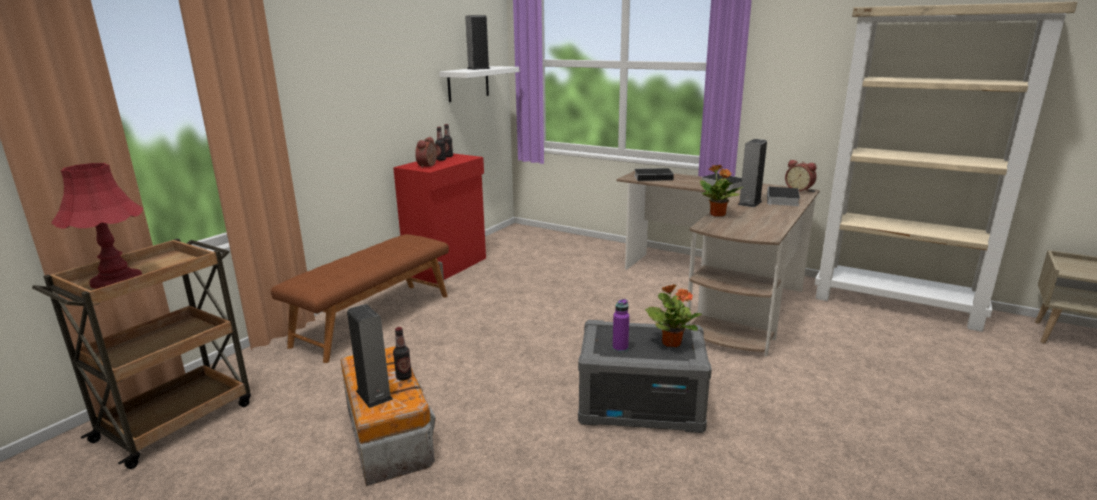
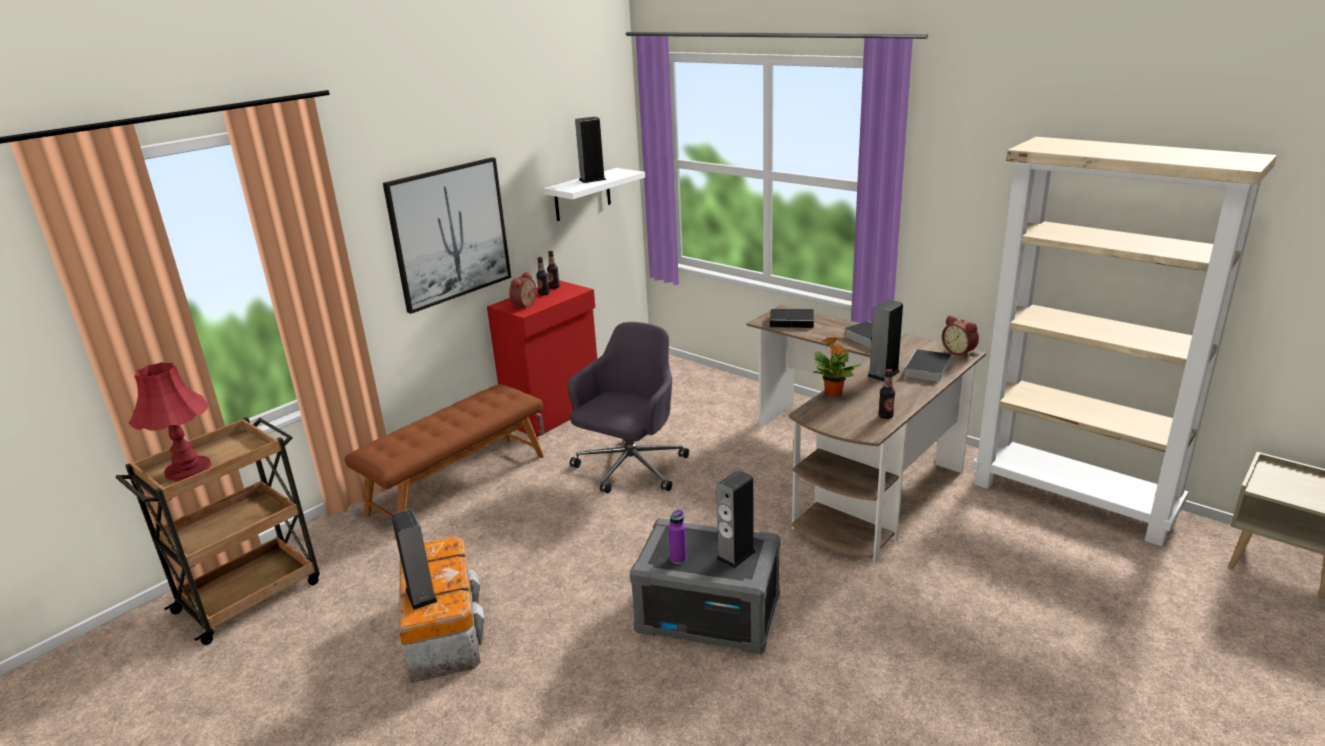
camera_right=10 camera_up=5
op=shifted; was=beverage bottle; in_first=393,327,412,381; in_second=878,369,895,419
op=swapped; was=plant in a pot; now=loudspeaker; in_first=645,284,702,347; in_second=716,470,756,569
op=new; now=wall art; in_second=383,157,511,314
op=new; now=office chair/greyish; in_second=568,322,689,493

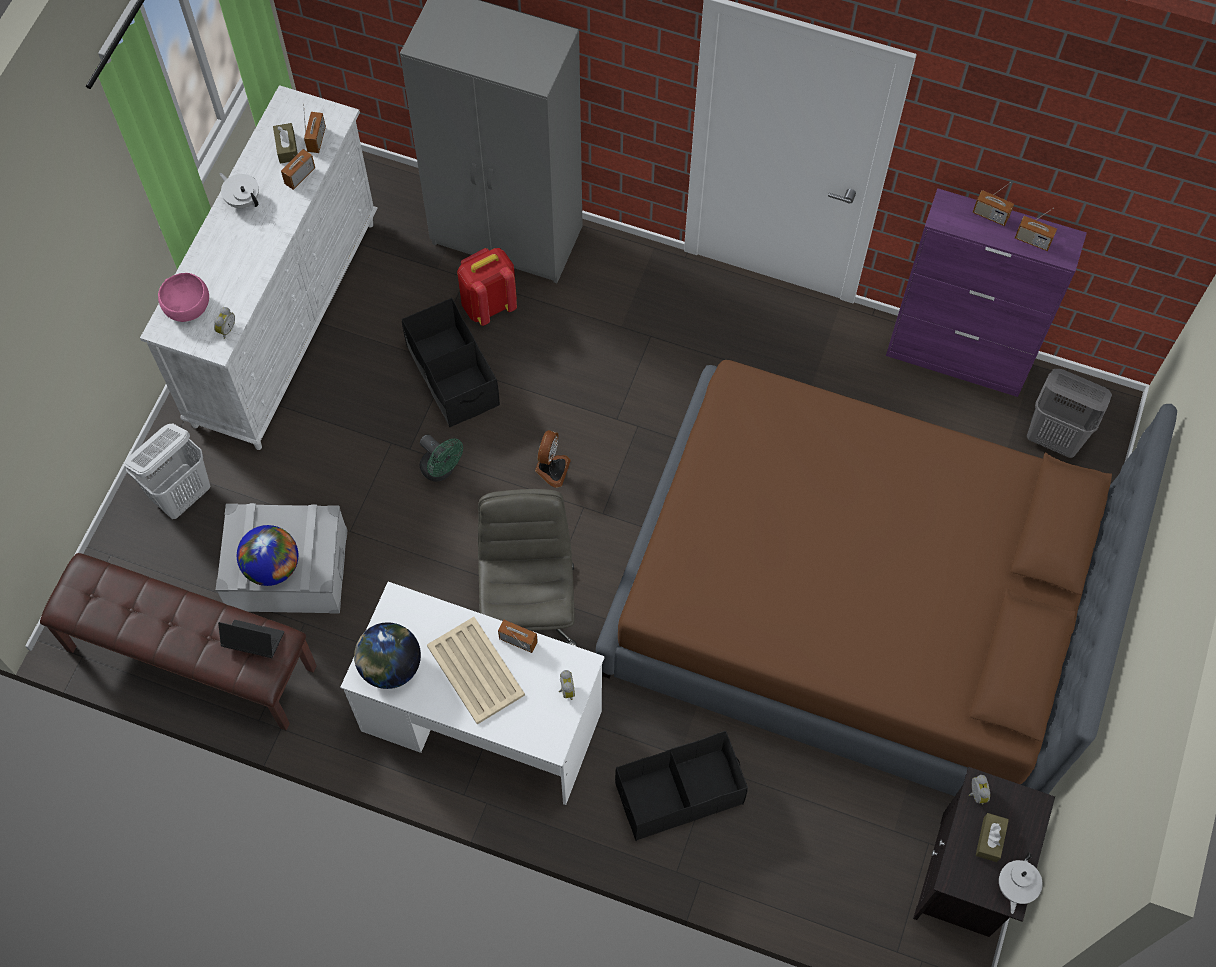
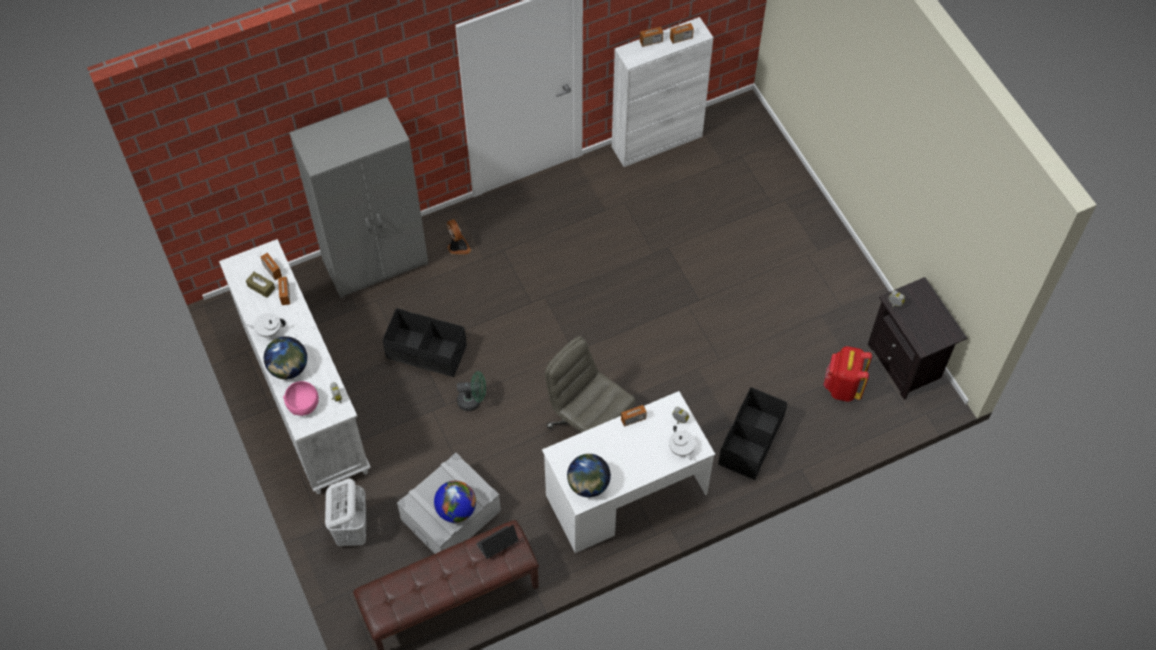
camera_right=-45 camera_up=-5
op=gone; was=tray/beige; in_first=427,617,525,724
op=shifted; was=backpack/red-coloured; in_first=457,248,517,326; in_second=824,346,872,402
op=shifted; was=fan; in_first=535,430,571,488; in_second=447,219,471,254
op=gone; was=bed/brownish; in_first=596,360,1177,796
op=repainted; was=cabinet/purple-coloured; now=cabinet/white-coloured; in_first=886,188,1087,397; in_second=612,17,713,167
op=gone; was=box of tissues/brownish; in_first=976,813,1009,862
op=shifted; was=tea pot/white-coloured; in_first=999,852,1043,914; in_second=669,426,696,460
op=gone; was=washing basket/greyish; in_first=1027,369,1112,458
op=new; now=world globe; in_second=264,336,307,379

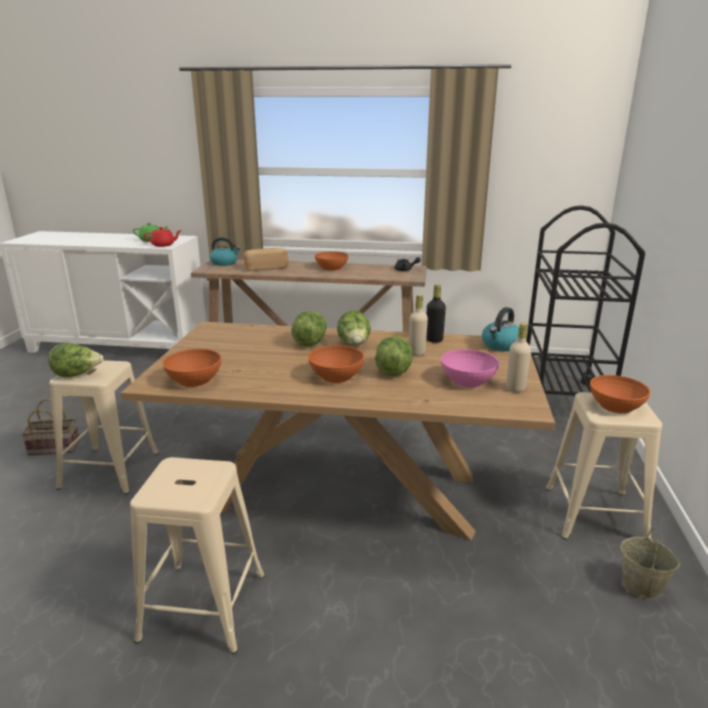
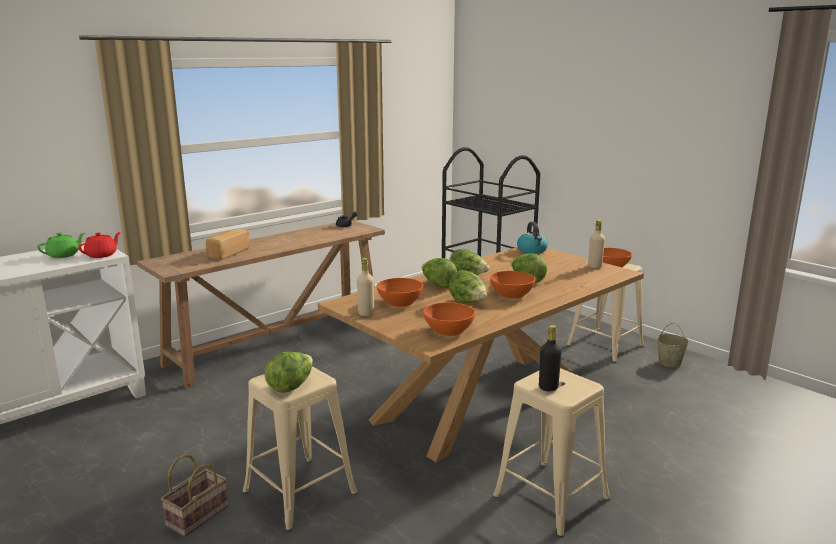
camera_right=-50 camera_up=-5
op=gone; was=tea kettle; in_first=210,237,240,266
op=shifted; was=bowl/orange-coloured; in_first=315,251,349,271; in_second=377,278,423,307
op=shifted; was=beverage bottle/beige; in_first=409,295,428,356; in_second=357,258,374,316
op=shifted; was=beverage bottle/black-coloured; in_first=426,284,446,343; in_second=539,325,562,391
op=gone; was=bowl/pinkish; in_first=441,349,499,388
op=new; now=lettuce head; in_second=449,270,487,303

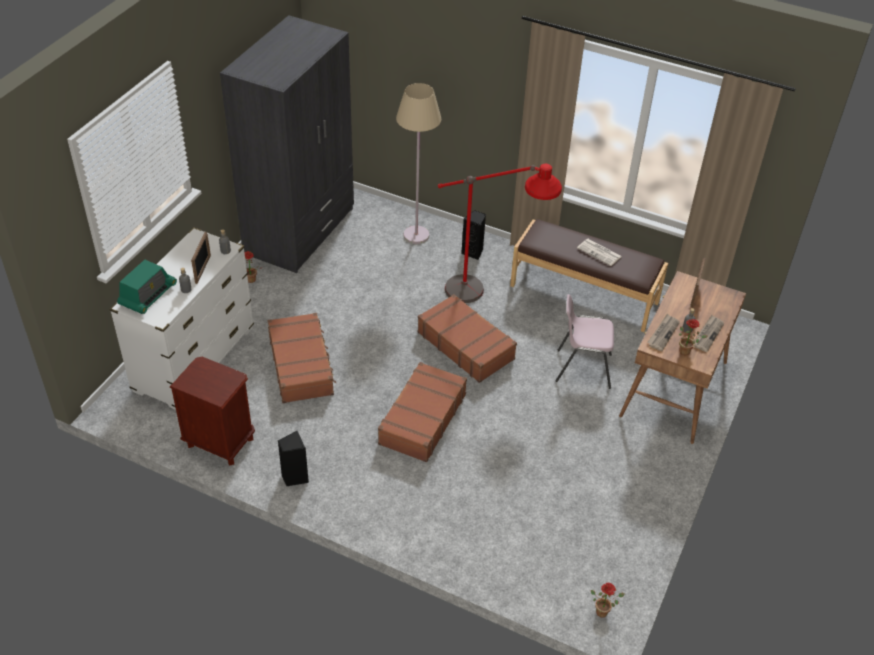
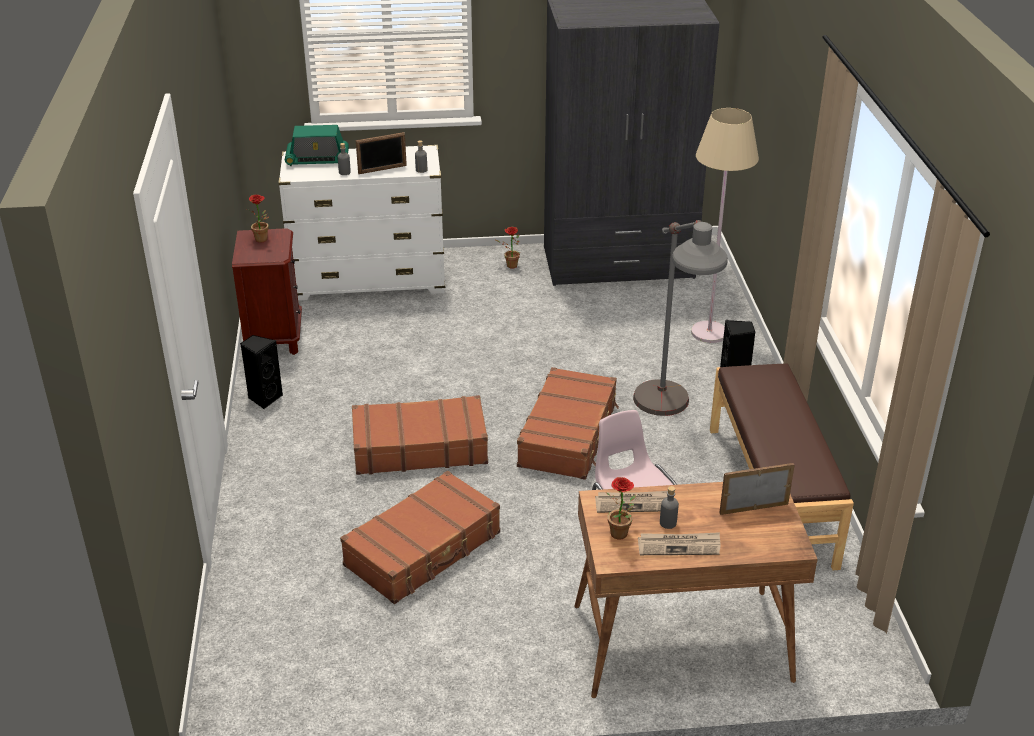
camera_right=60 camera_up=-10
op=shifted; was=suitcase/brownish; in_first=268,313,336,403; in_second=340,471,500,604
op=repainted; was=standard lamp/red-coloured; now=standard lamp/greyish; in_first=438,164,562,303; in_second=633,220,728,416
op=gone; was=printed paper; in_first=577,239,622,266
op=shifted; was=plant in a pot; in_first=591,583,625,618; in_second=247,195,269,242

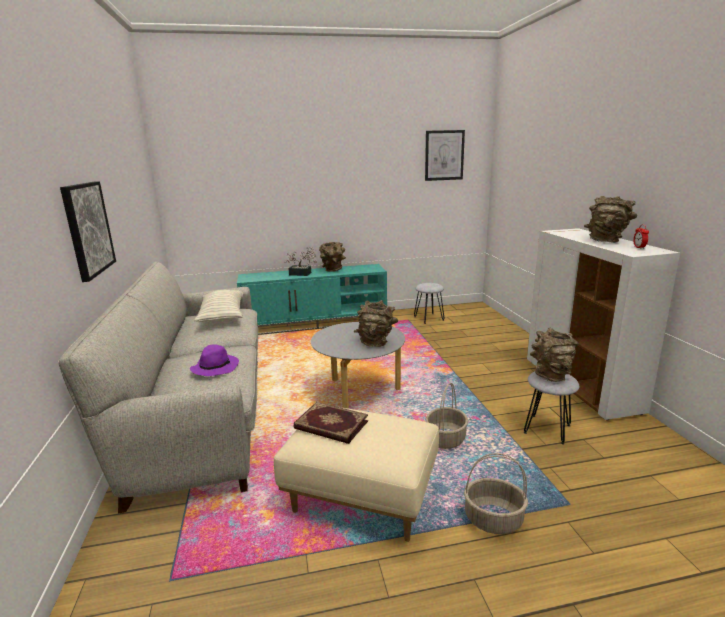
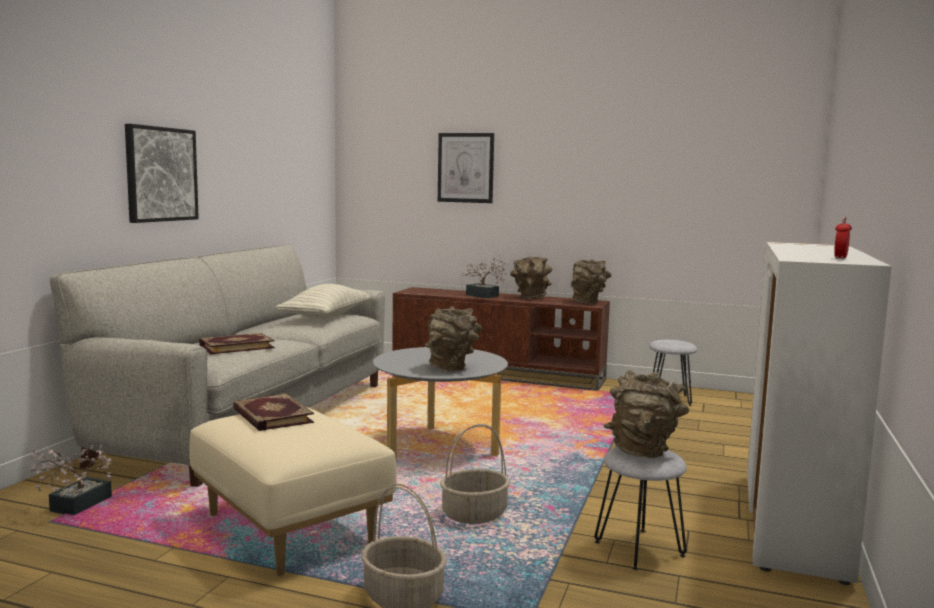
camera_right=30 camera_up=-10
op=swapped; was=clothing hat/purple-coloured; now=volume; in_first=190,344,239,376; in_second=199,333,275,354
op=repainted; was=tv unit/turquoise-coloured; now=tv unit/brownish; in_first=237,264,387,335; in_second=392,287,610,391
op=shifted; was=wall art; in_first=425,130,465,181; in_second=438,133,494,203
op=shifted; was=decorative vase/brownish; in_first=584,196,637,243; in_second=571,259,611,304
op=new; now=plant in a pot; in_second=30,445,112,515

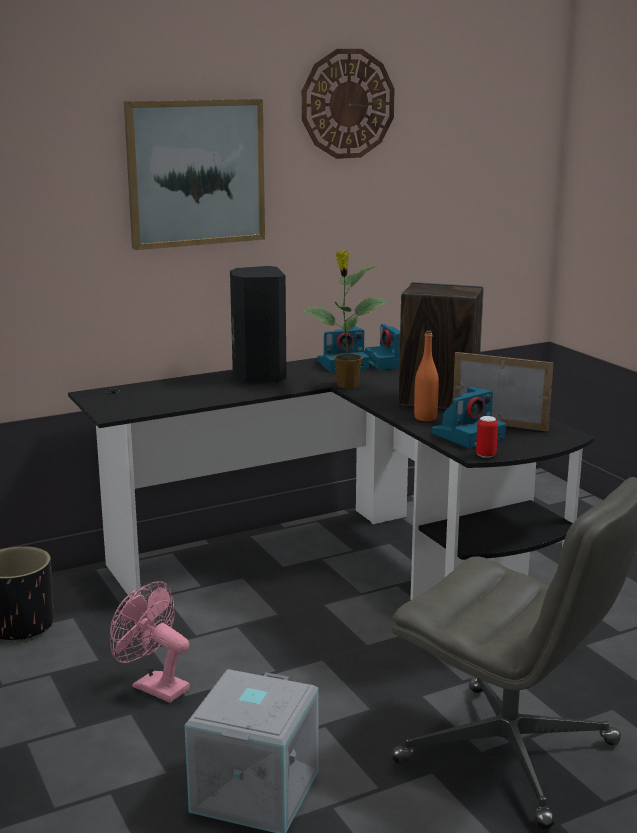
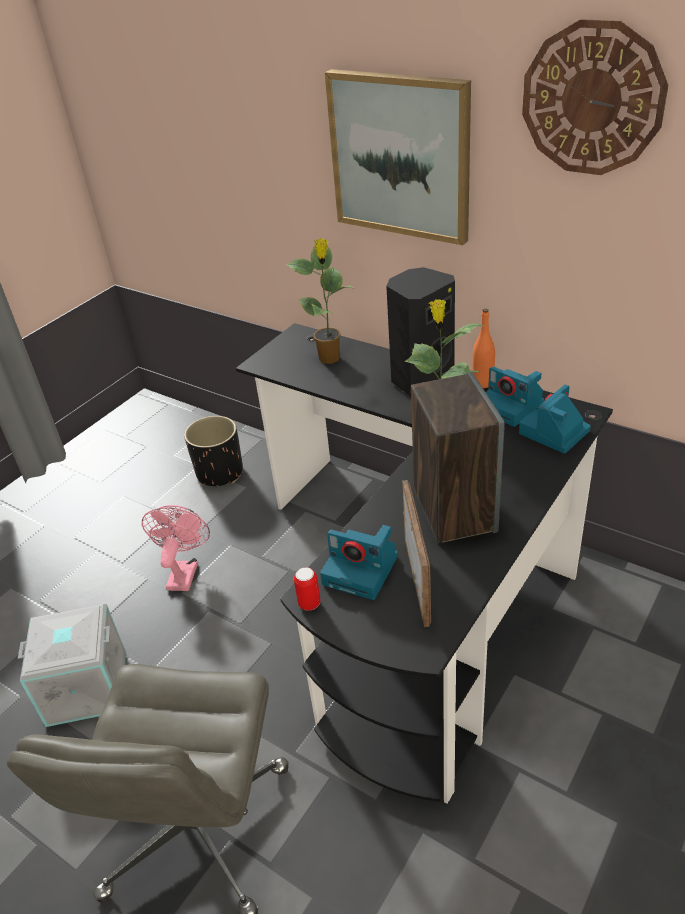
camera_right=65 camera_up=20
op=shifted; was=beverage bottle/orange-coloured; in_first=414,330,439,421; in_second=472,309,495,388
op=new; now=plant in a pot; in_second=286,238,353,364

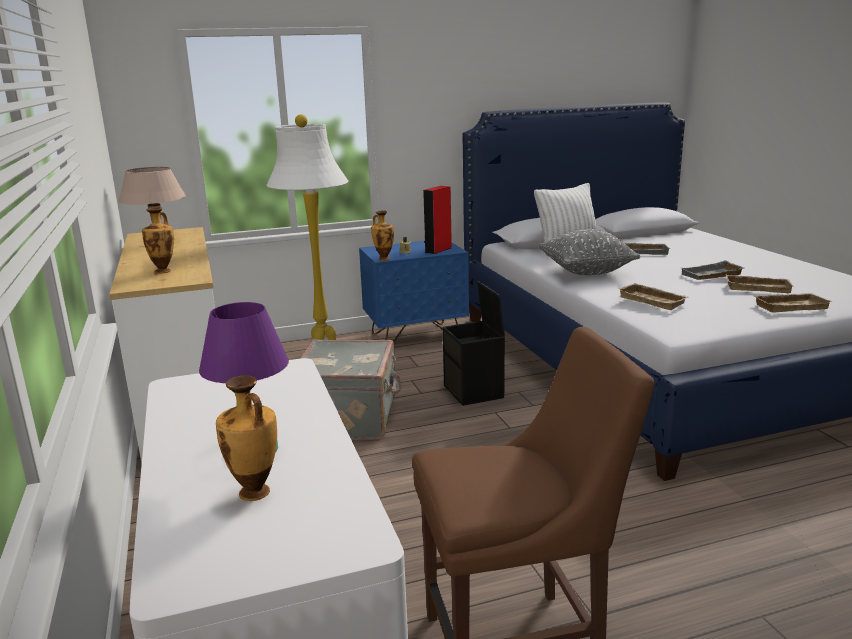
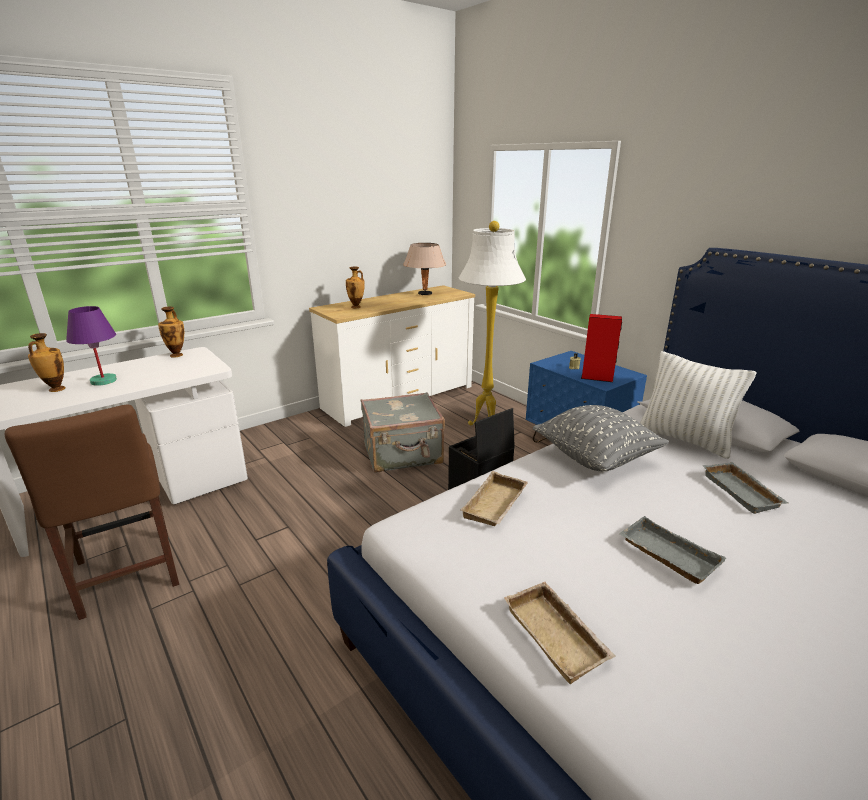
camera_right=70 camera_up=5
op=shifted; was=decorative vase; in_first=371,210,394,261; in_second=158,307,184,358
op=gone; was=tray/beige; in_first=726,275,794,293

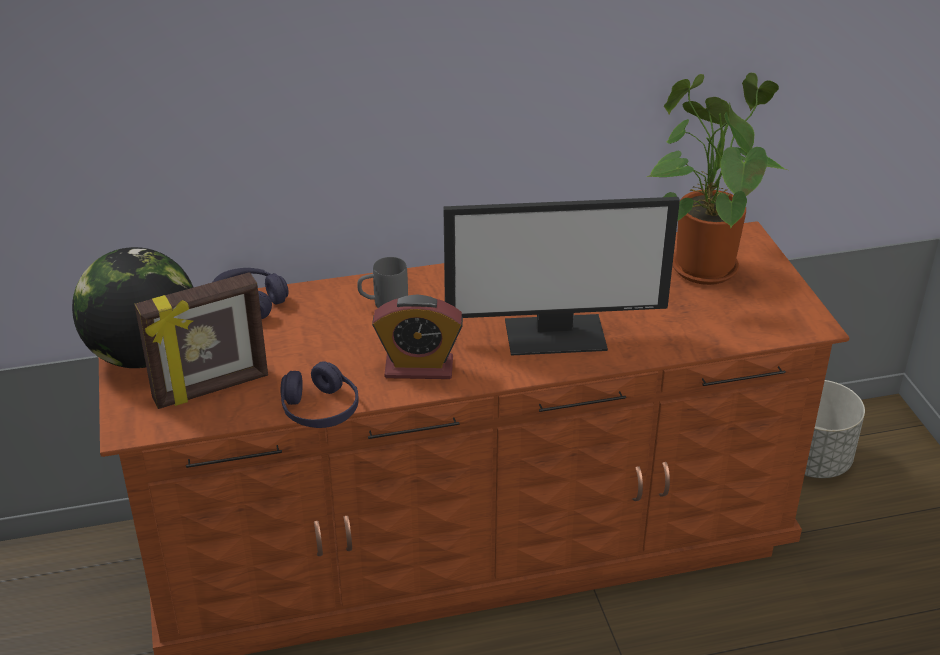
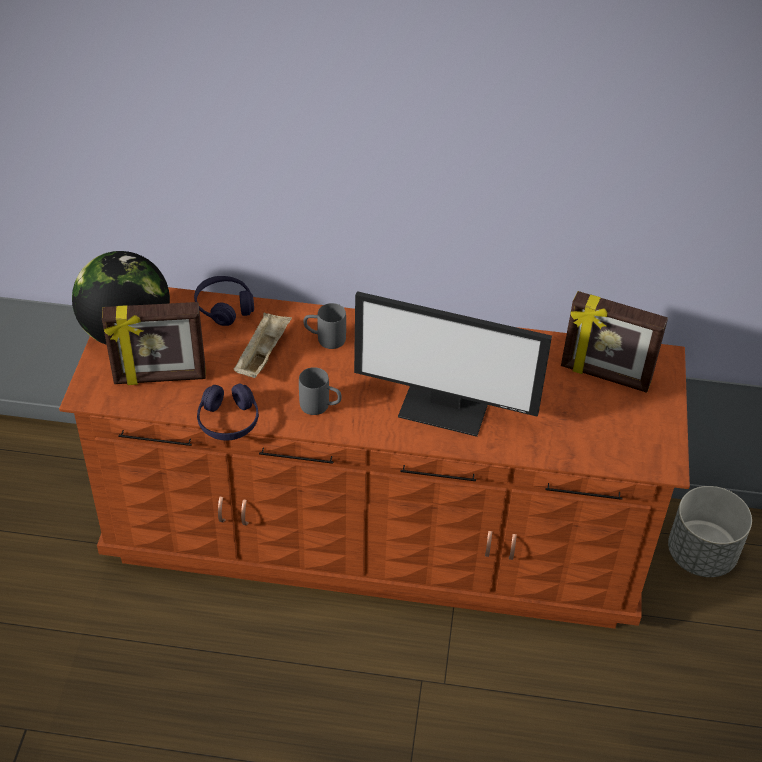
camera_right=20 camera_up=10
op=swapped; was=bedside clock; now=tea mug/greyish; in_first=372,294,463,379; in_second=299,367,342,415
op=swapped; was=plant in a pot; now=standing frame; in_first=646,73,787,285; in_second=561,291,668,393
op=new; now=tray/beige; in_second=233,312,292,378

